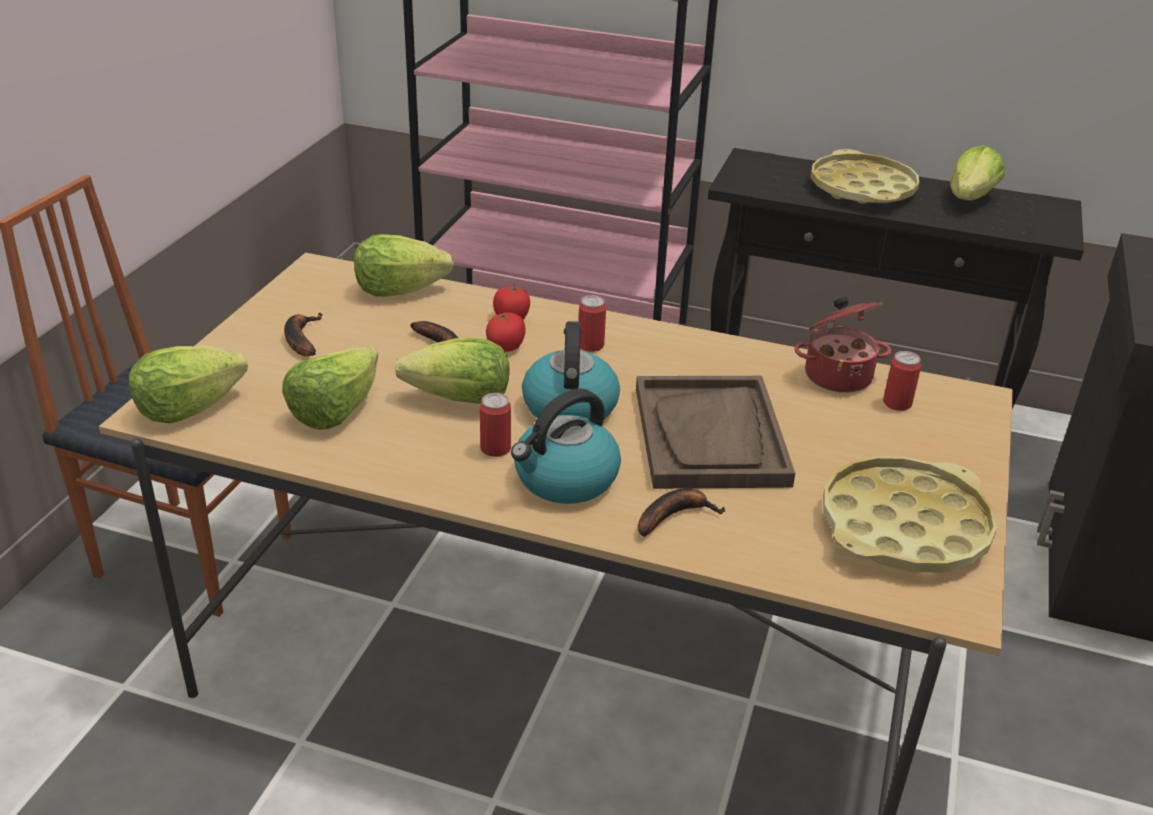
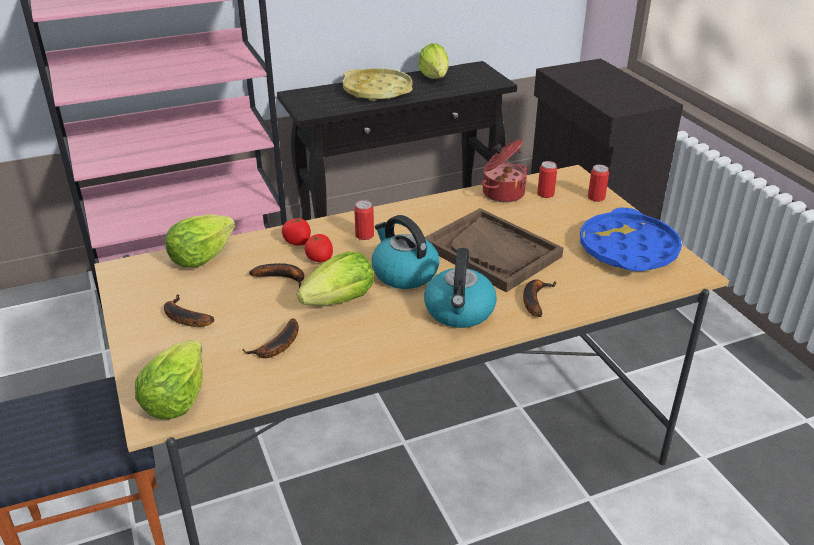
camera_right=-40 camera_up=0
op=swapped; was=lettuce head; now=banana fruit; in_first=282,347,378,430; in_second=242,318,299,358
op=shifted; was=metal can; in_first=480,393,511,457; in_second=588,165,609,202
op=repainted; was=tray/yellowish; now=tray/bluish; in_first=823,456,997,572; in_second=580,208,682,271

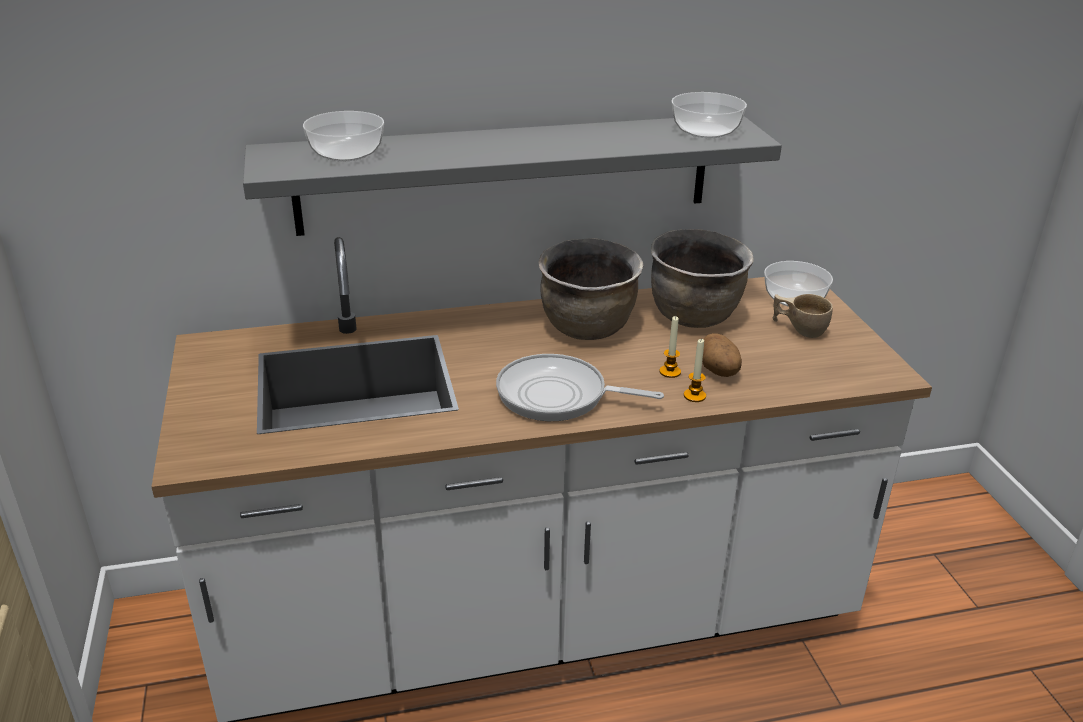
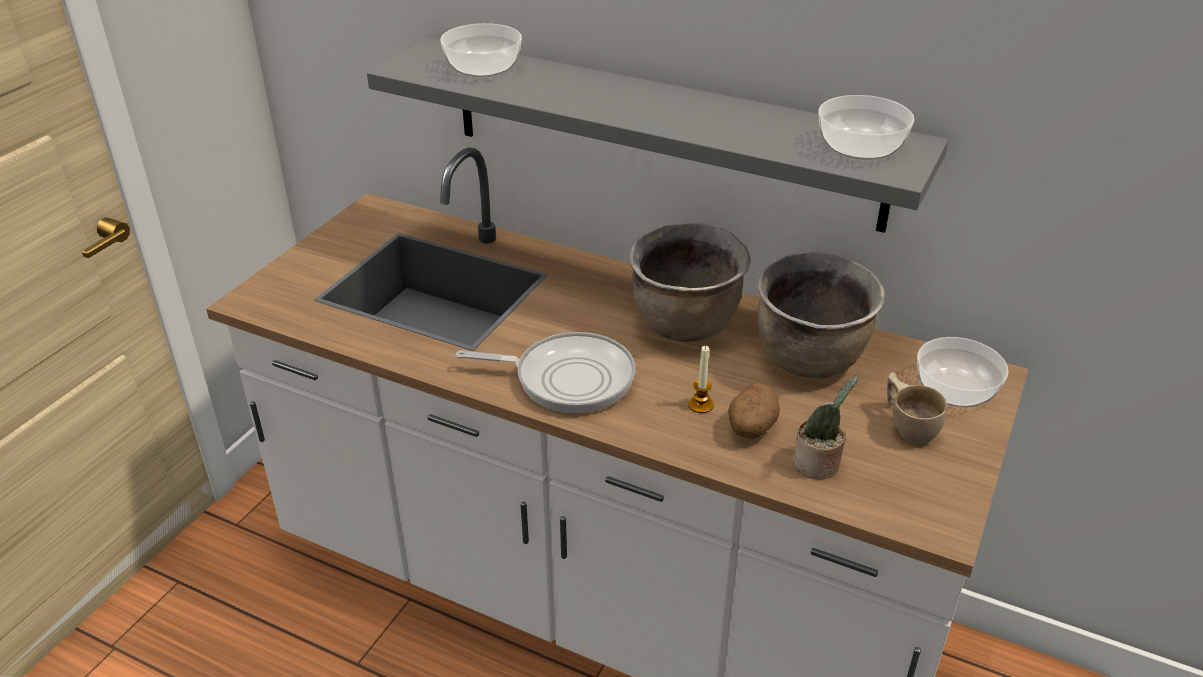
camera_right=40 camera_up=5
op=rotated; was=pan; in_first=496,354,664,421; in_second=456,332,635,413; clockwise=135
op=gone; was=wax candle; in_first=684,339,706,402
op=new; now=plant in a pot; in_second=793,376,858,479

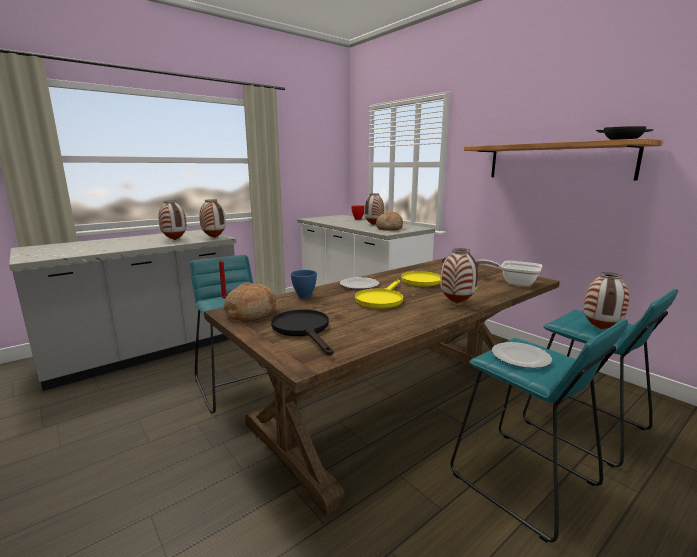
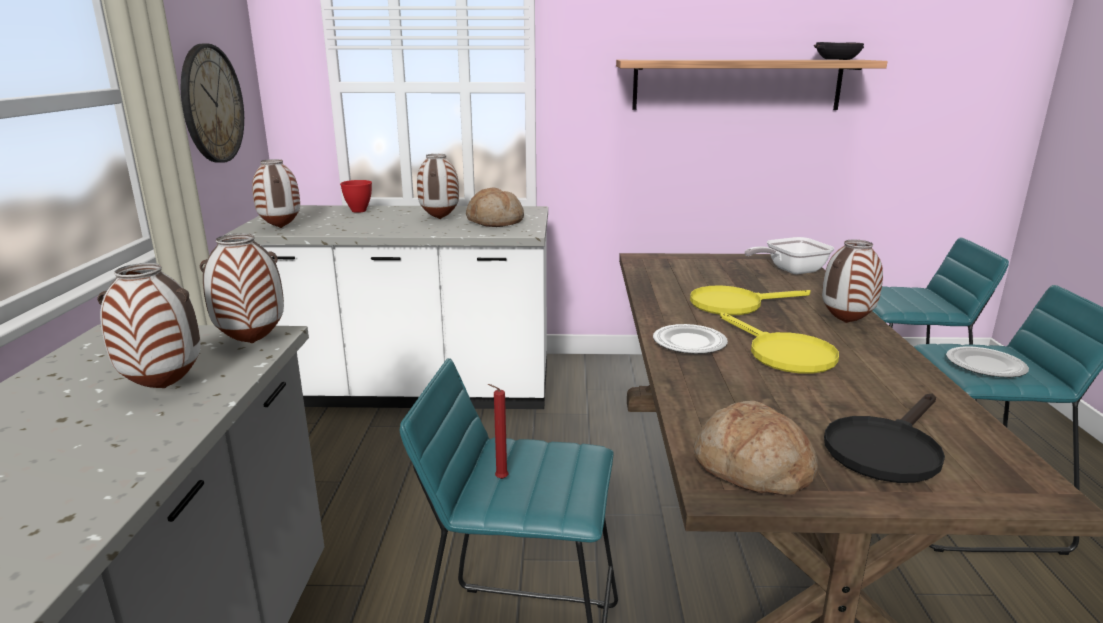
camera_right=-50 camera_up=5
op=rotated; was=pan/black-coloured; in_first=271,310,334,356; in_second=824,394,945,483; clockwise=-60
op=gone; was=bowl/bluish; in_first=291,270,317,299
op=shifted; was=decorative vase; in_first=583,272,629,329; in_second=252,159,300,228
op=new; now=hanging clock; in_second=181,44,244,163

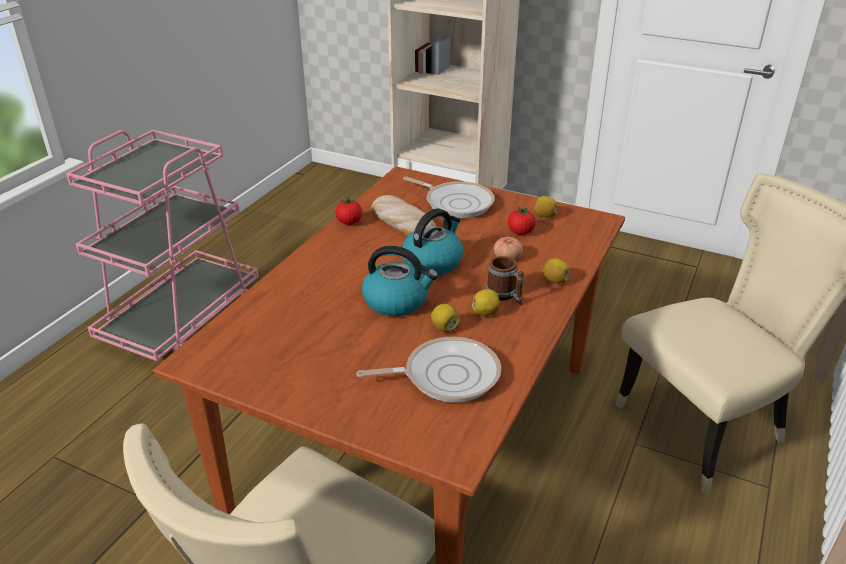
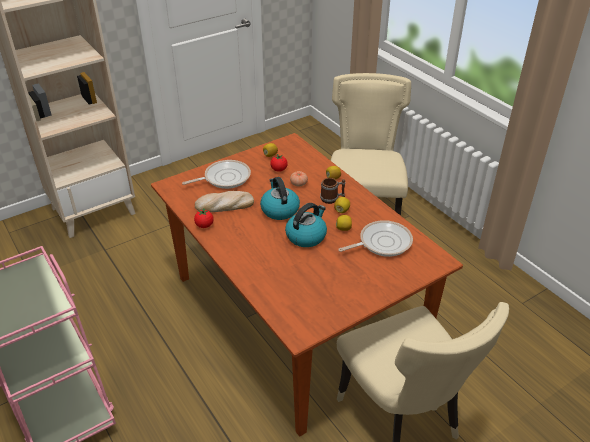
camera_right=-60 camera_up=5
op=rotated; was=pan; in_first=356,337,501,402; in_second=338,220,413,257; clockwise=45

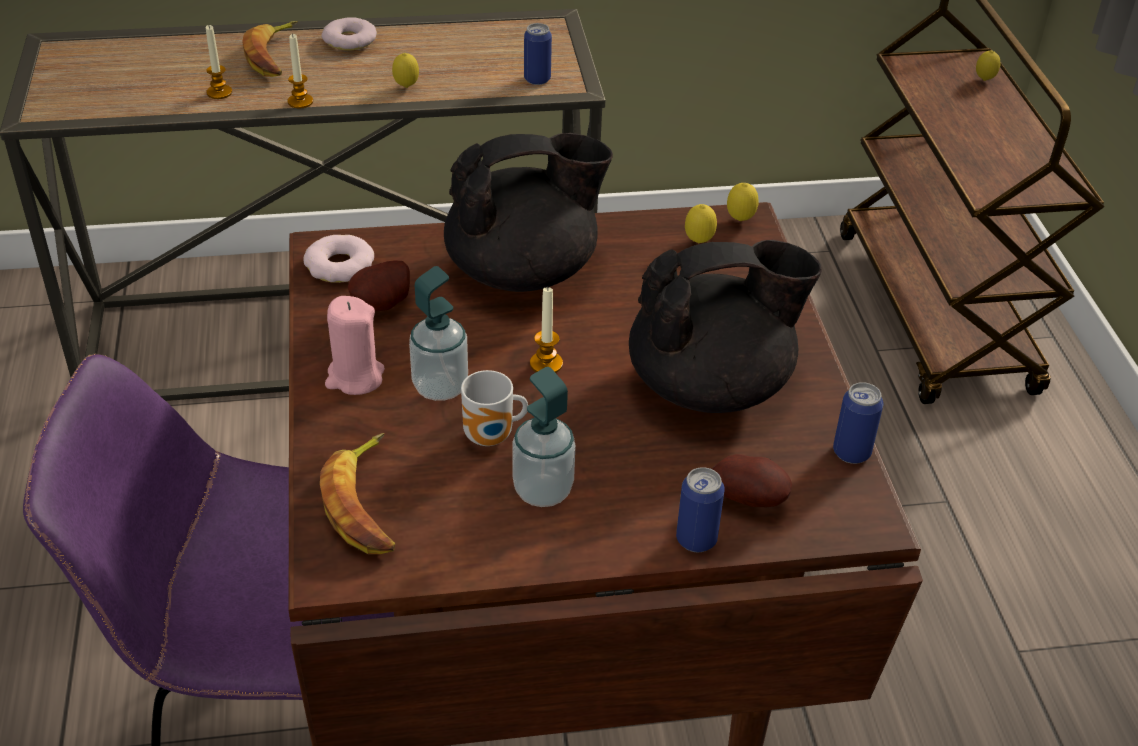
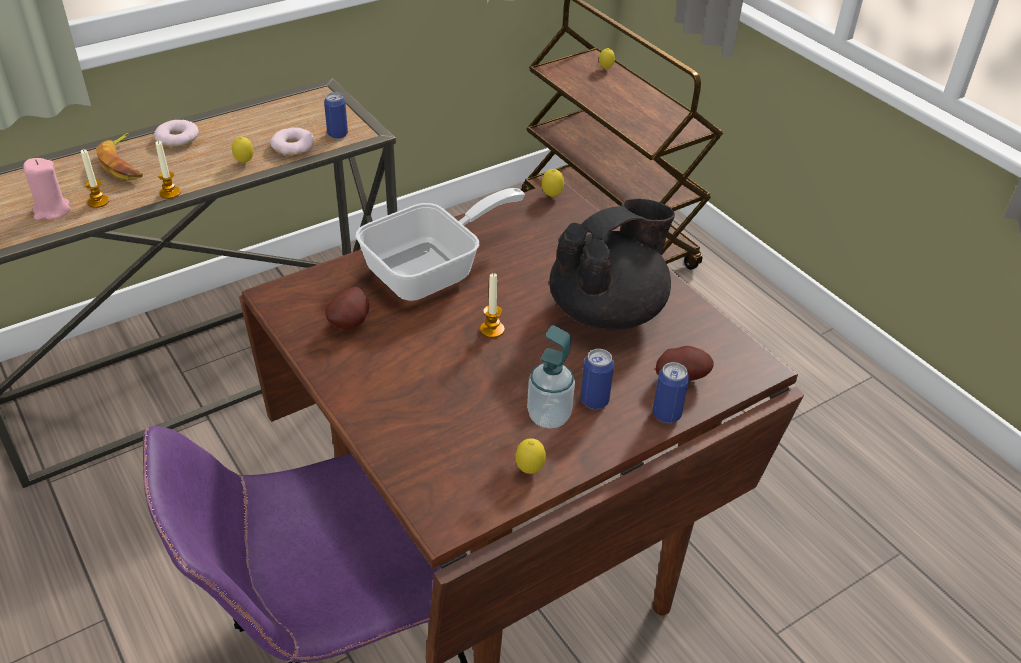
camera_right=-25 camera_up=0
op=shifted; was=donut; in_first=303,235,374,283; in_second=270,127,314,155
op=gone; was=banana fruit; in_first=320,433,395,554
op=shifted; was=wax candle/pinkish; in_first=325,296,385,395; in_second=23,158,71,220
op=gone; was=soap dispenser; in_first=409,266,468,401
op=swapped; was=tea pot/black-coloured; now=pan; in_first=444,133,613,292; in_second=356,188,525,301
op=gone; was=tea mug; in_first=461,370,528,446
op=shifted; was=citrus fruit; in_first=685,204,717,243; in_second=515,438,546,474
op=shifted; was=metal can; in_first=833,382,884,464; in_second=581,349,614,409

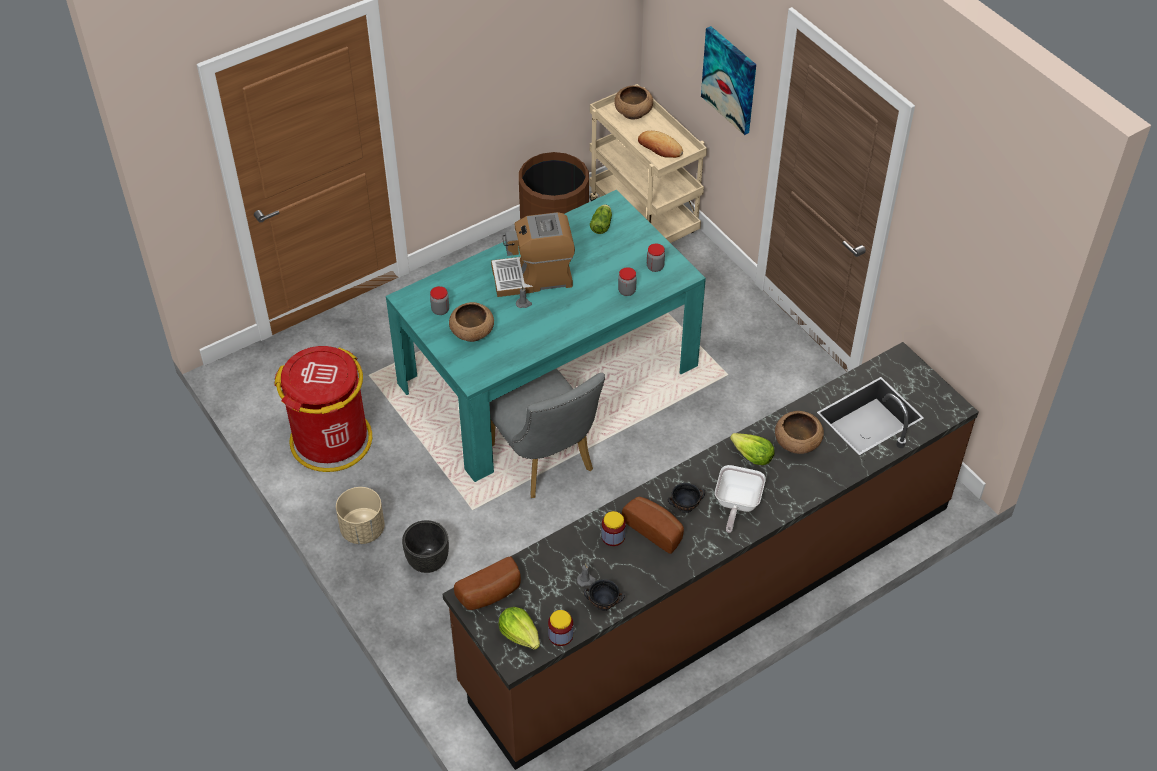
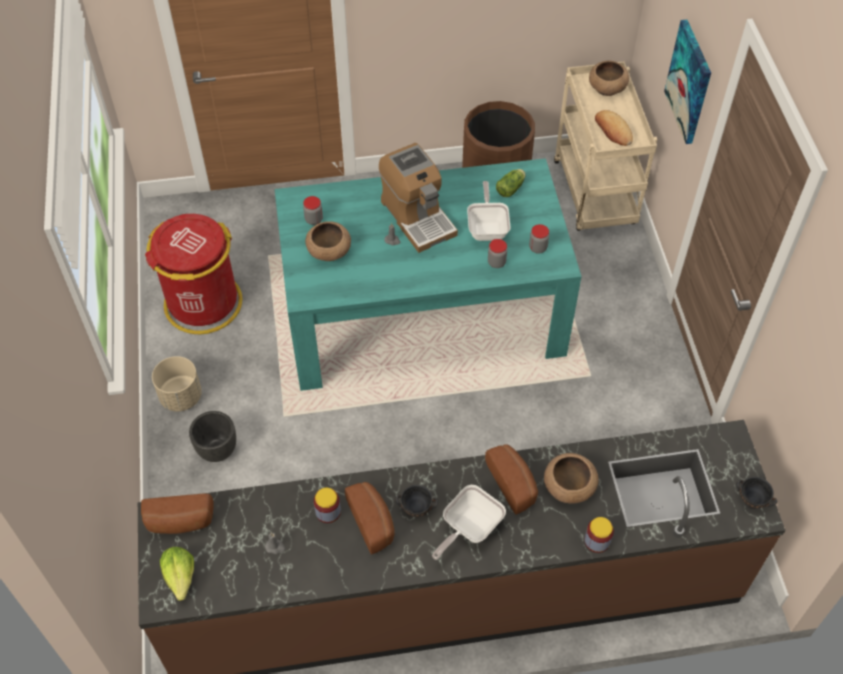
camera_right=25 camera_up=5
op=gone; was=upright chair/greyish; in_first=489,368,605,498
op=rotated; was=coffee maker; in_first=491,212,575,297; in_second=379,143,458,253; clockwise=-135
op=shifted; was=preserve jar; in_first=548,610,573,646; in_second=585,517,614,553
op=shifted; was=bowl/black-coloured; in_first=584,579,625,611; in_second=736,477,777,509
op=swapped; was=lettuce head; now=baked bread; in_first=730,433,775,465; in_second=485,445,538,515
op=new; now=pan; in_second=467,181,510,241

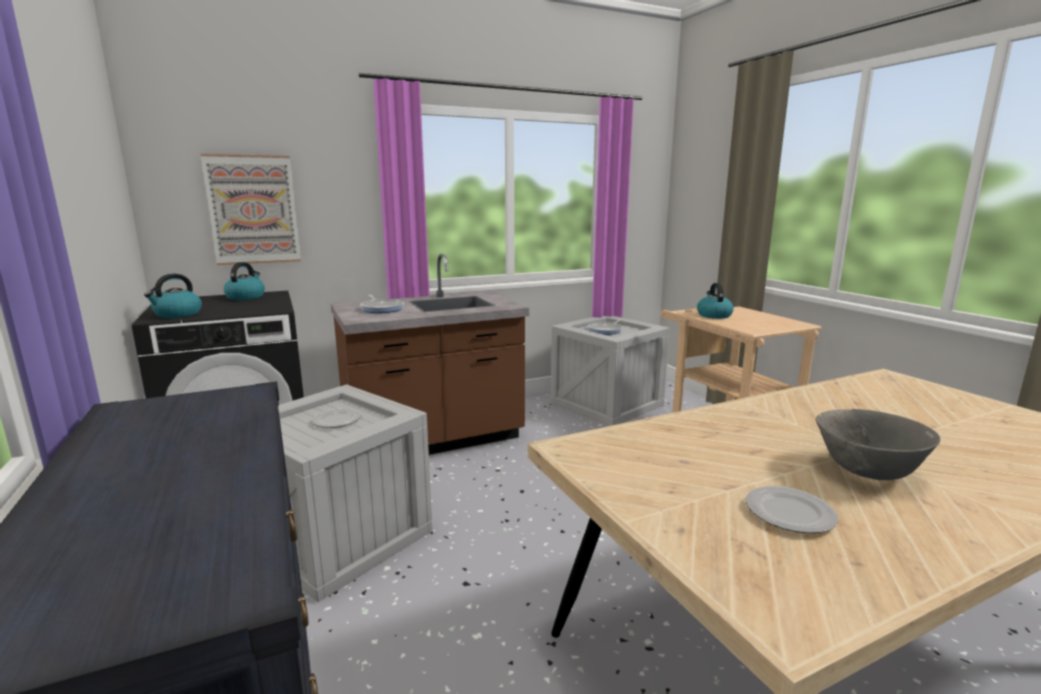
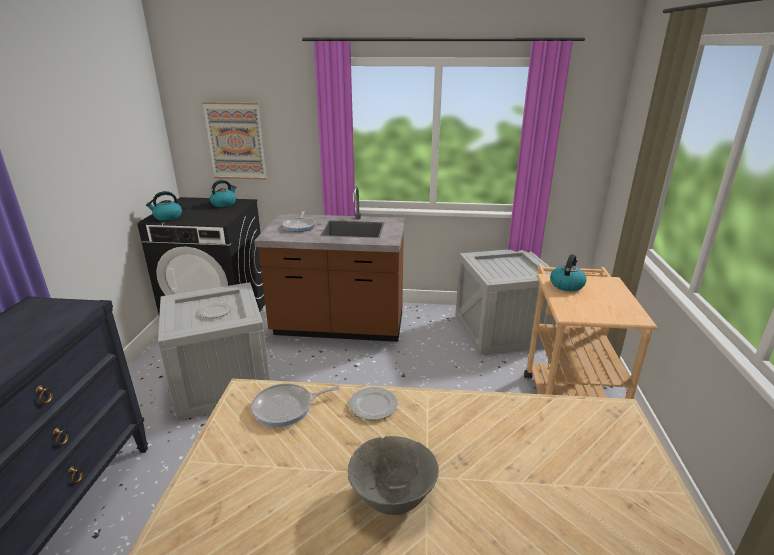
camera_right=30 camera_up=10
op=shifted; was=pan; in_first=588,319,624,335; in_second=251,383,340,427
op=shifted; was=flat dish; in_first=745,486,838,533; in_second=349,387,398,420

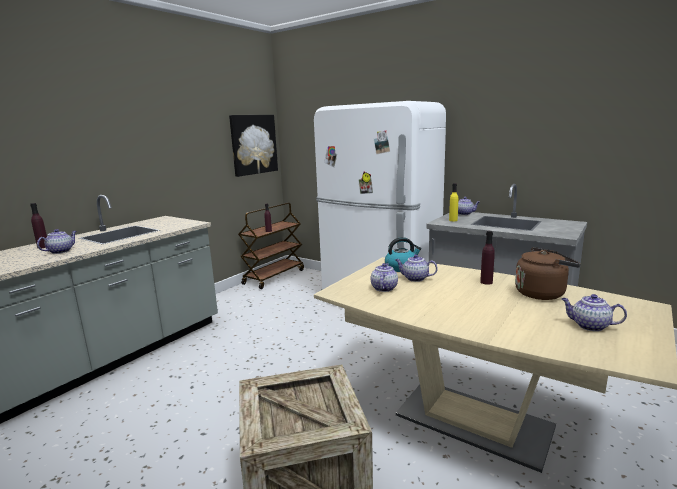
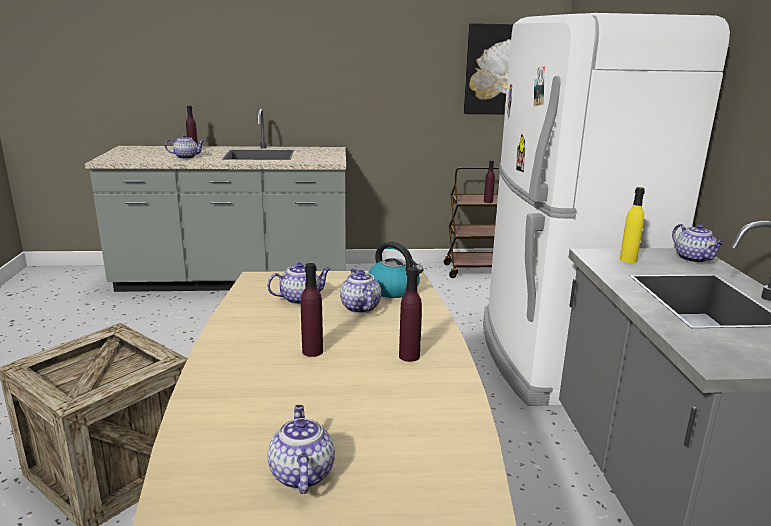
camera_right=50 camera_up=5
op=gone; was=tea kettle/brownish; in_first=515,247,581,300
op=new; now=beverage bottle/purple-coloured; in_second=301,263,323,357

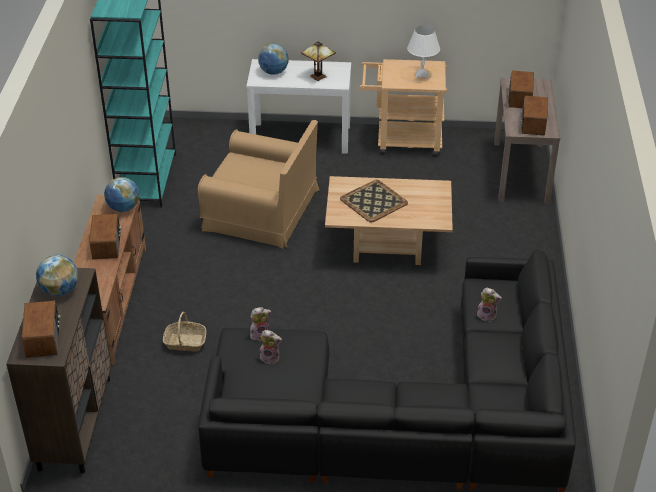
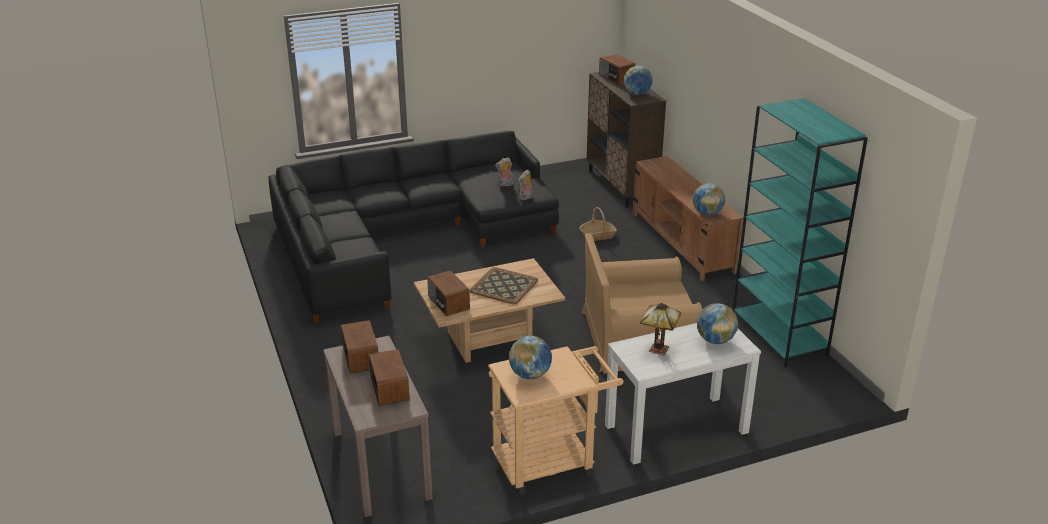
camera_right=155 camera_up=-10
op=shifted; was=radio receiver; in_first=89,214,122,259; in_second=427,270,470,316
op=swapped; was=tabletop lamp/white-coloured; now=world globe; in_first=407,25,440,79; in_second=509,336,552,379
op=gone; was=plush toy; in_first=477,288,502,322

